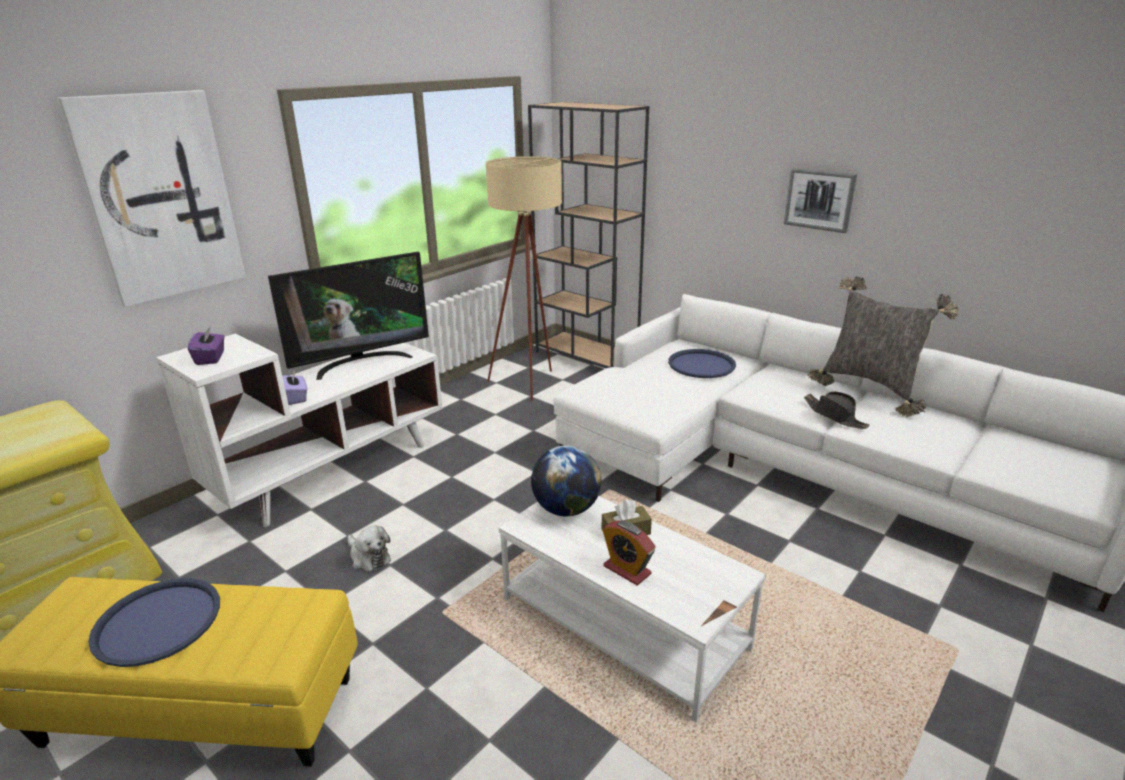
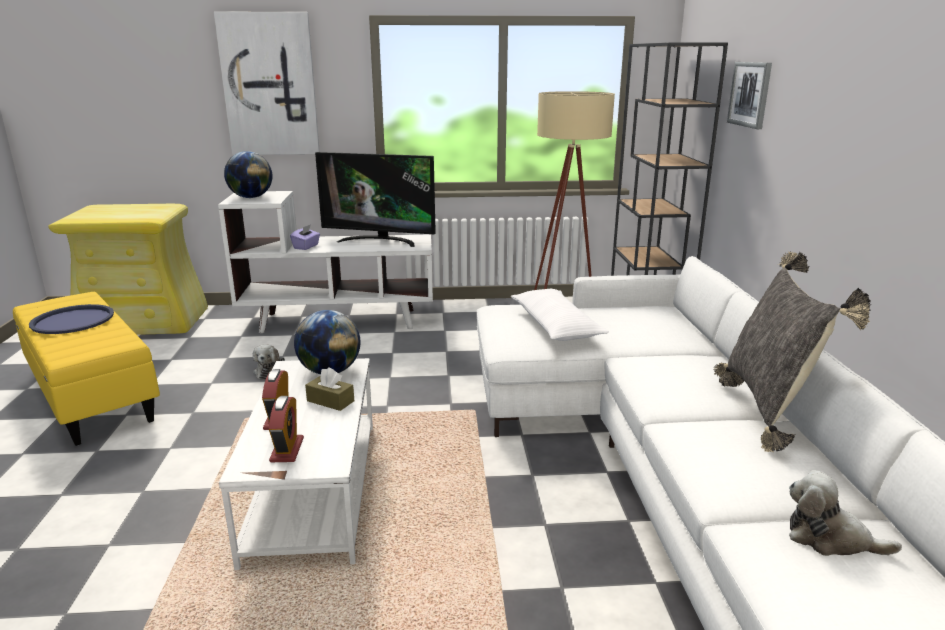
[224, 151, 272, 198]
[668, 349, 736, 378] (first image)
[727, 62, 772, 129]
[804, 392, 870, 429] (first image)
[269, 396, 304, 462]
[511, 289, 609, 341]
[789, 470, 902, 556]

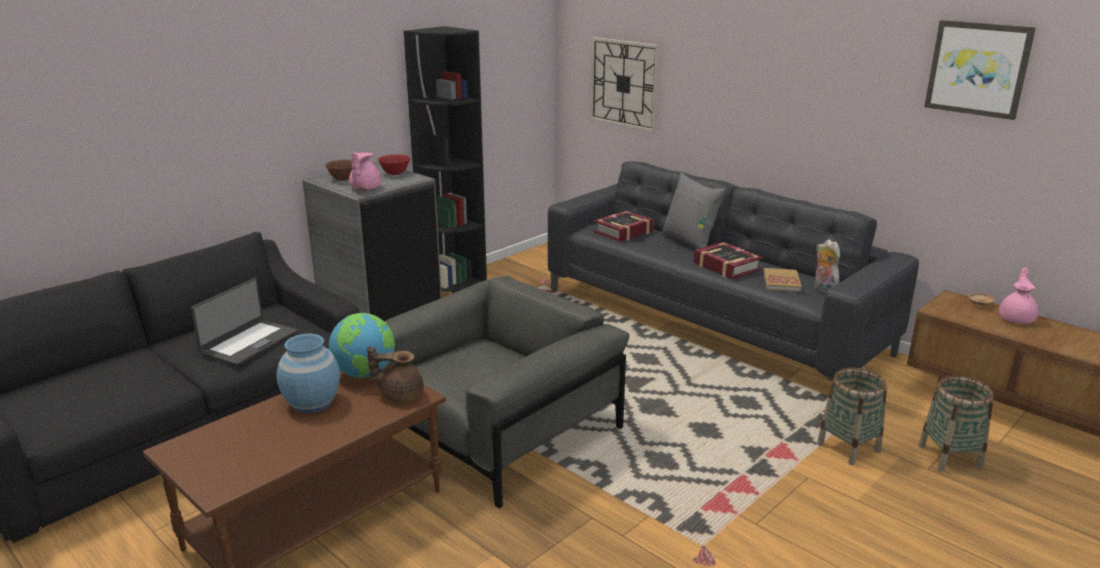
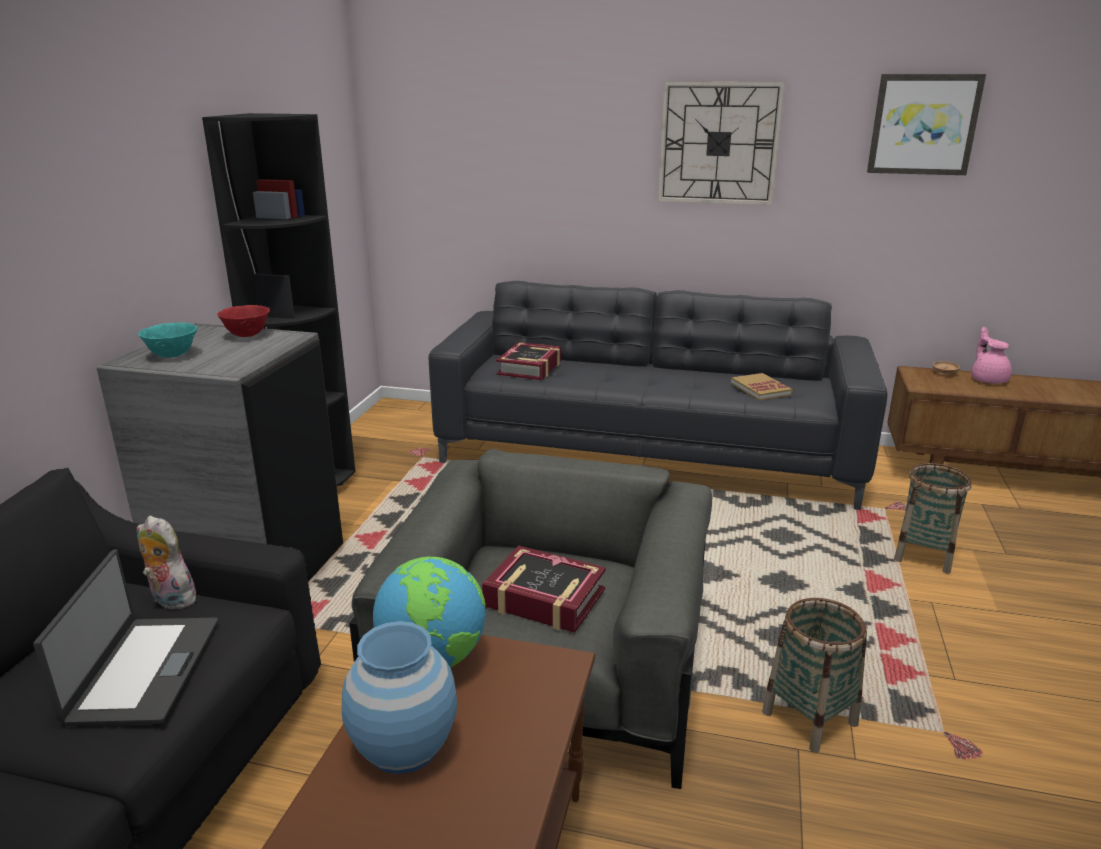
[138, 323, 197, 358]
[349, 152, 381, 190] (first image)
[367, 346, 424, 403] (first image)
[658, 81, 785, 205]
[661, 173, 725, 249] (first image)
[482, 545, 606, 633]
[137, 516, 198, 610]
[762, 598, 867, 753]

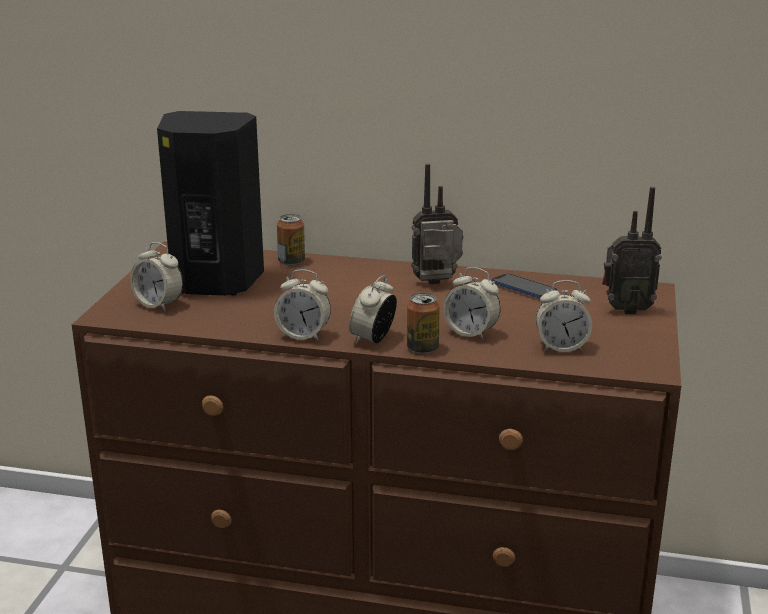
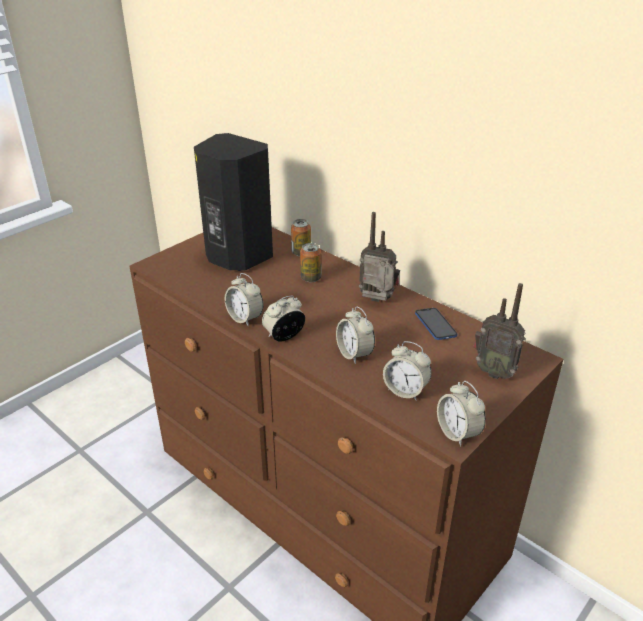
[437, 381, 486, 446]
[300, 243, 321, 282]

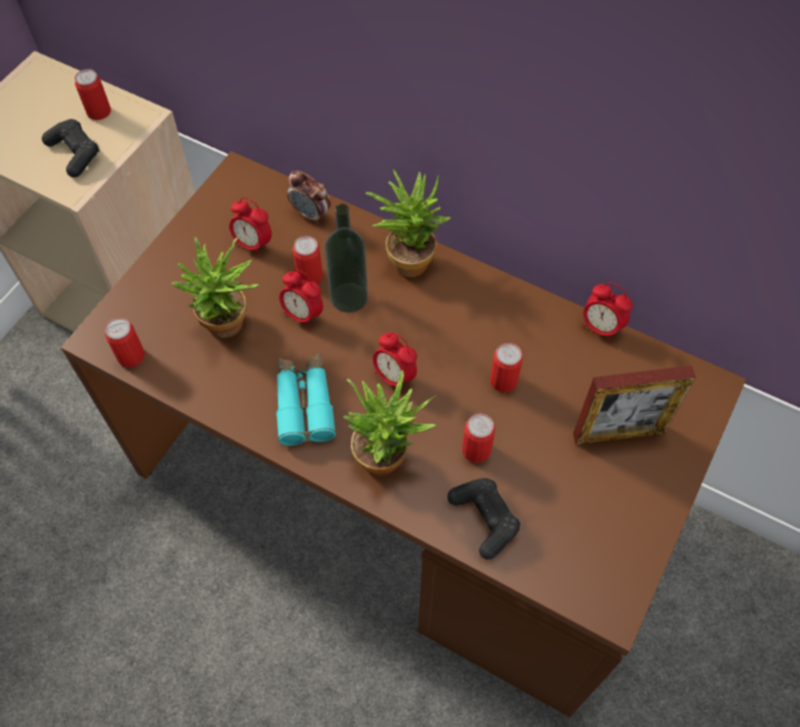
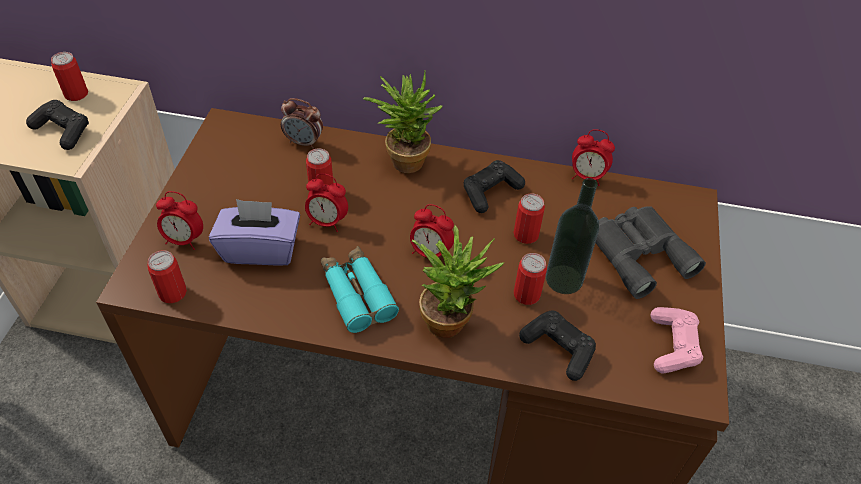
[209, 199, 300, 266]
[156, 191, 203, 250]
[546, 178, 599, 294]
[595, 206, 706, 299]
[463, 160, 525, 213]
[651, 307, 703, 374]

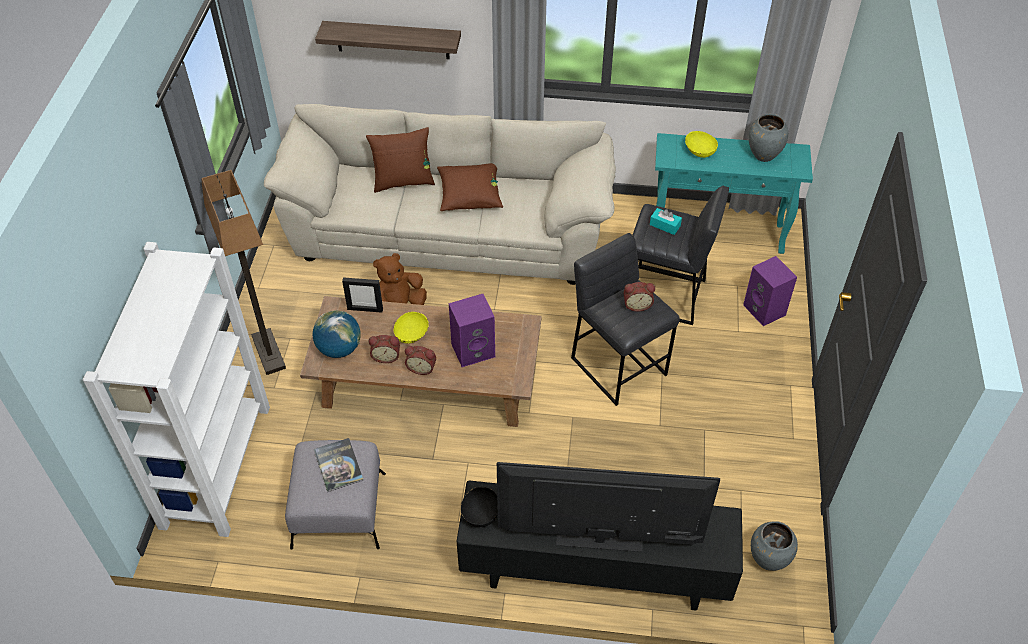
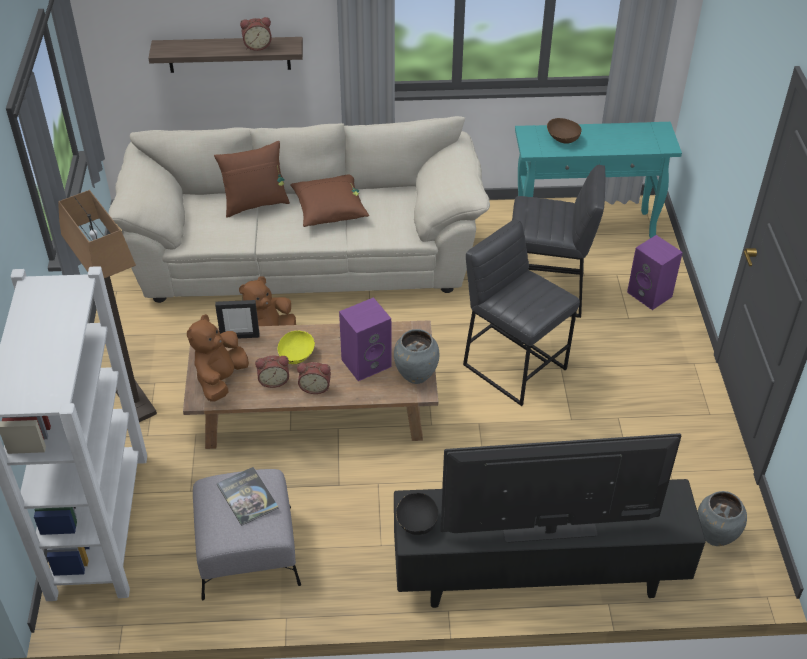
[187, 314, 249, 402]
[240, 17, 272, 51]
[650, 208, 682, 235] (first image)
[547, 118, 582, 144]
[394, 329, 440, 384]

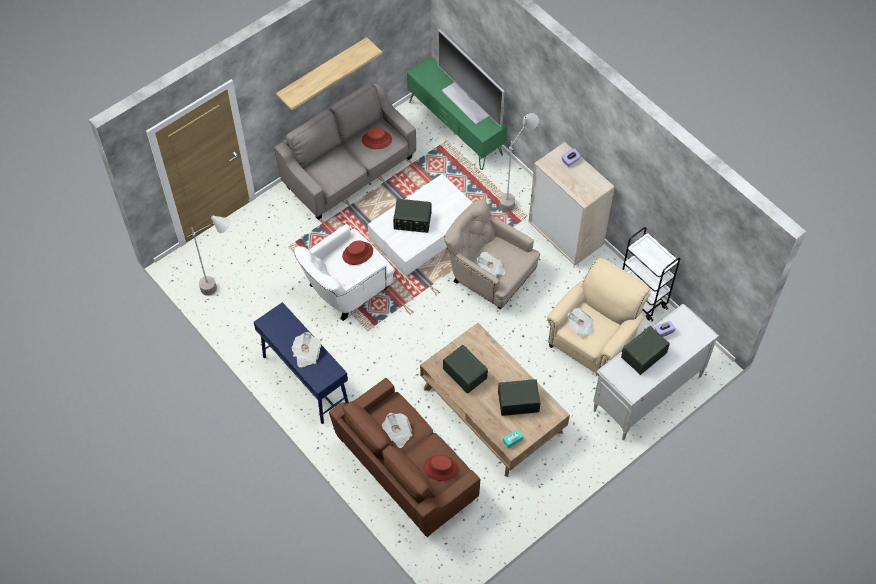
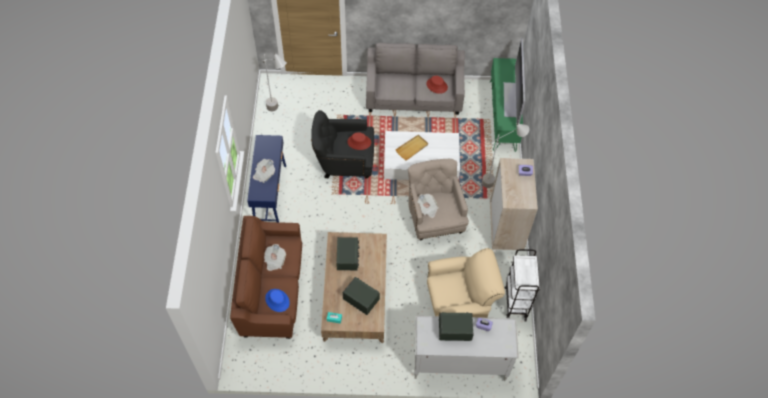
[276, 37, 382, 110] (first image)
[311, 110, 374, 179]
[395, 135, 428, 161]
[265, 289, 290, 312]
[568, 308, 595, 336] (first image)

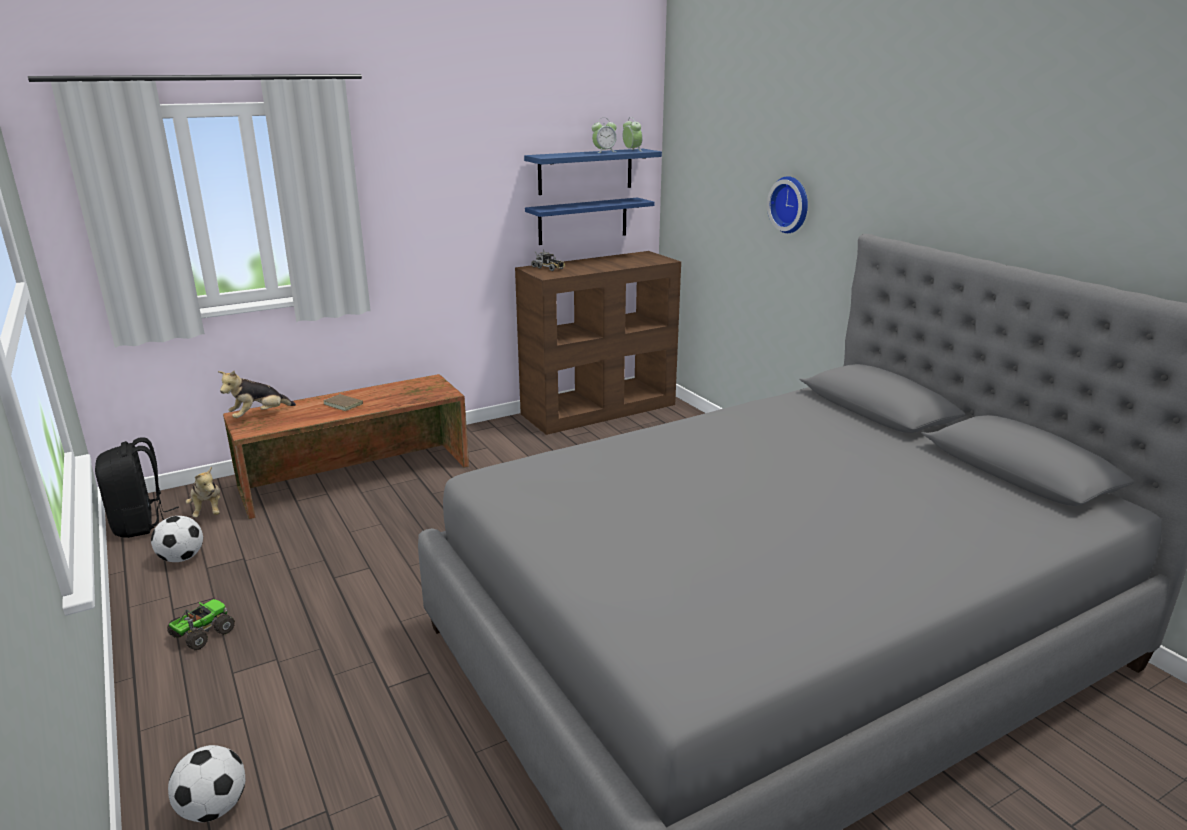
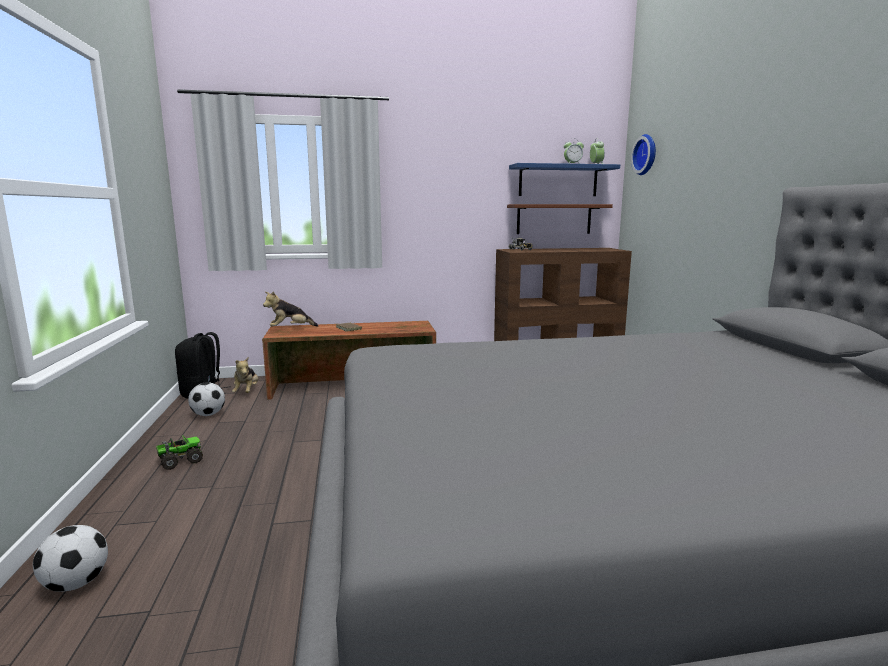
[507, 204, 613, 234]
[631, 134, 656, 175]

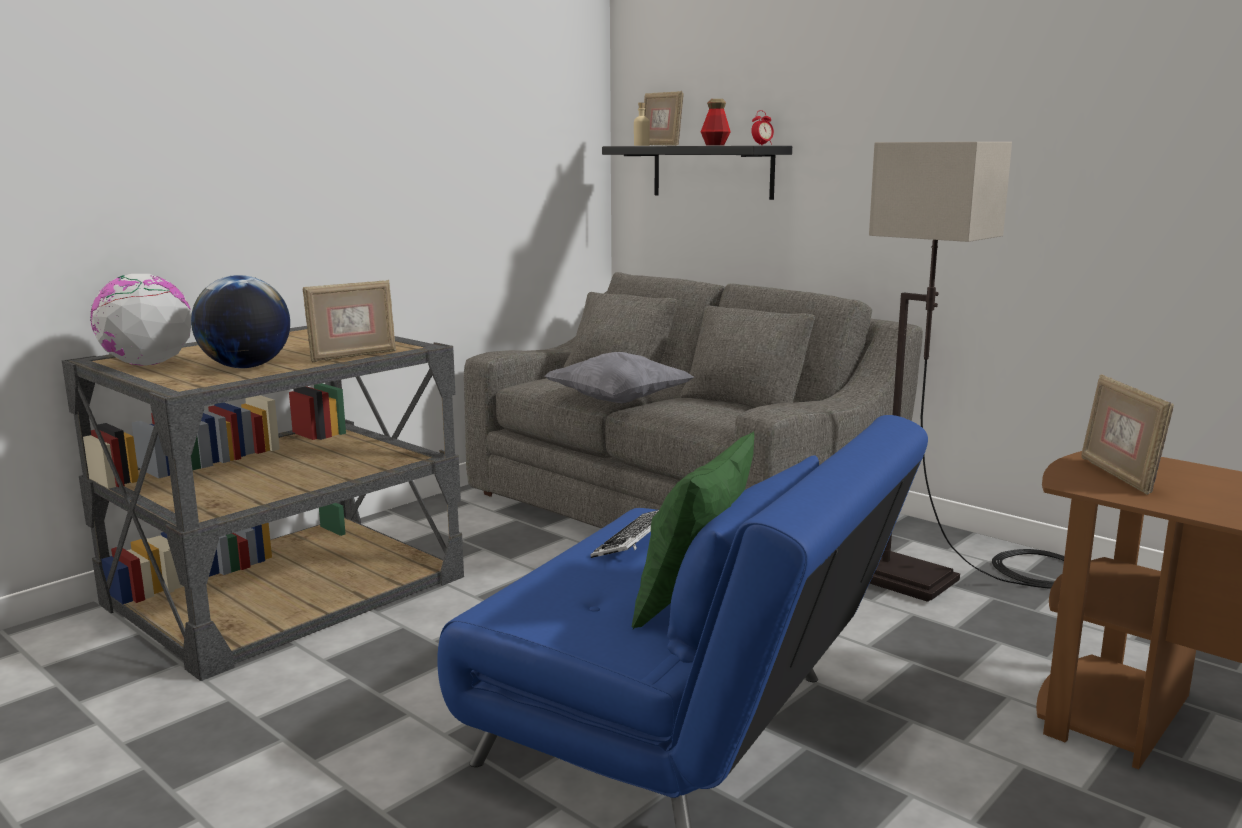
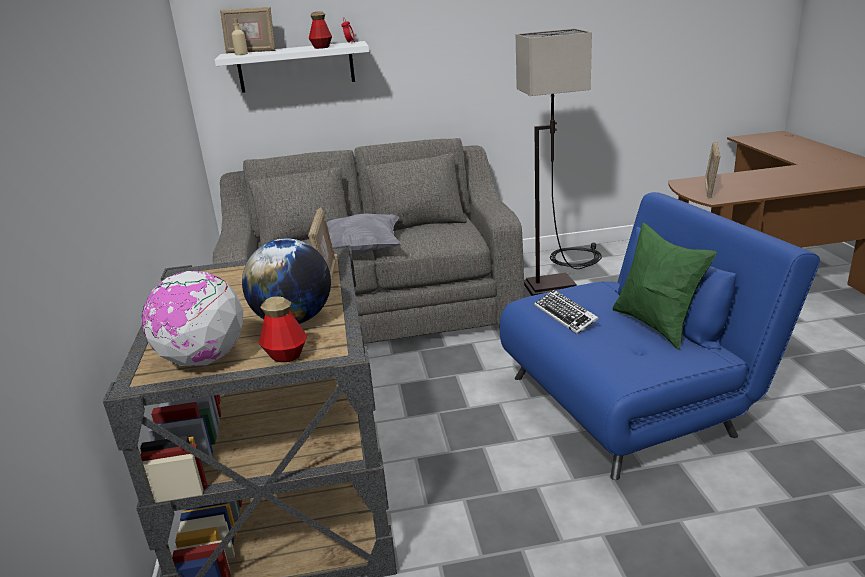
[215, 41, 369, 93]
[705, 141, 720, 199]
[258, 296, 307, 362]

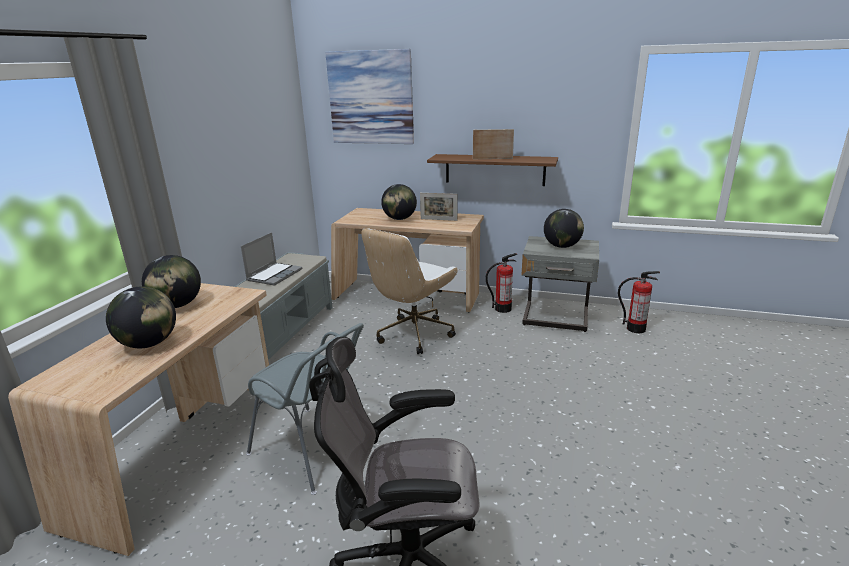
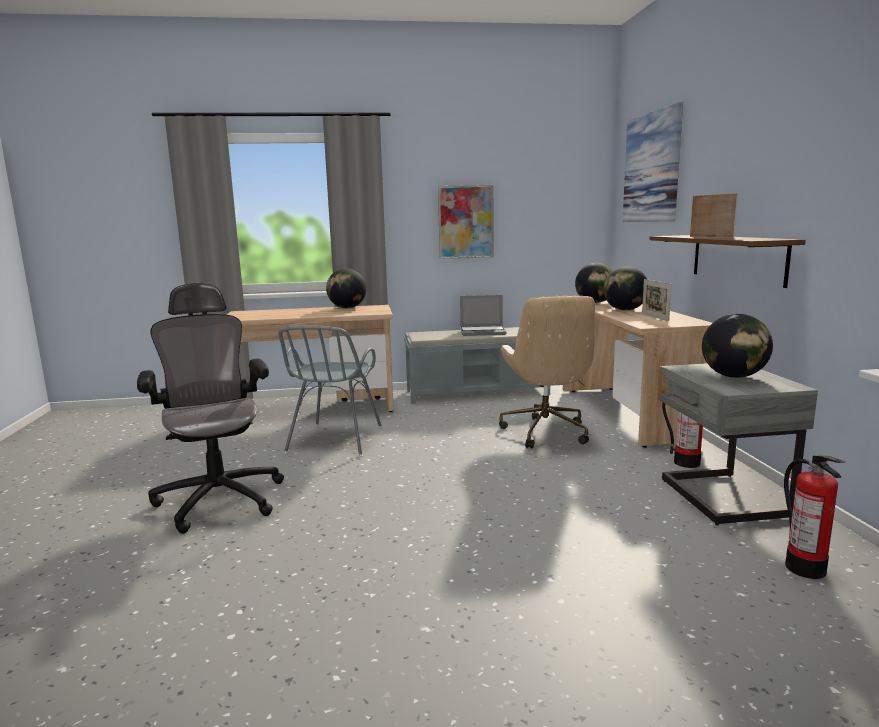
[575, 263, 613, 303]
[499, 296, 595, 448]
[438, 185, 494, 259]

